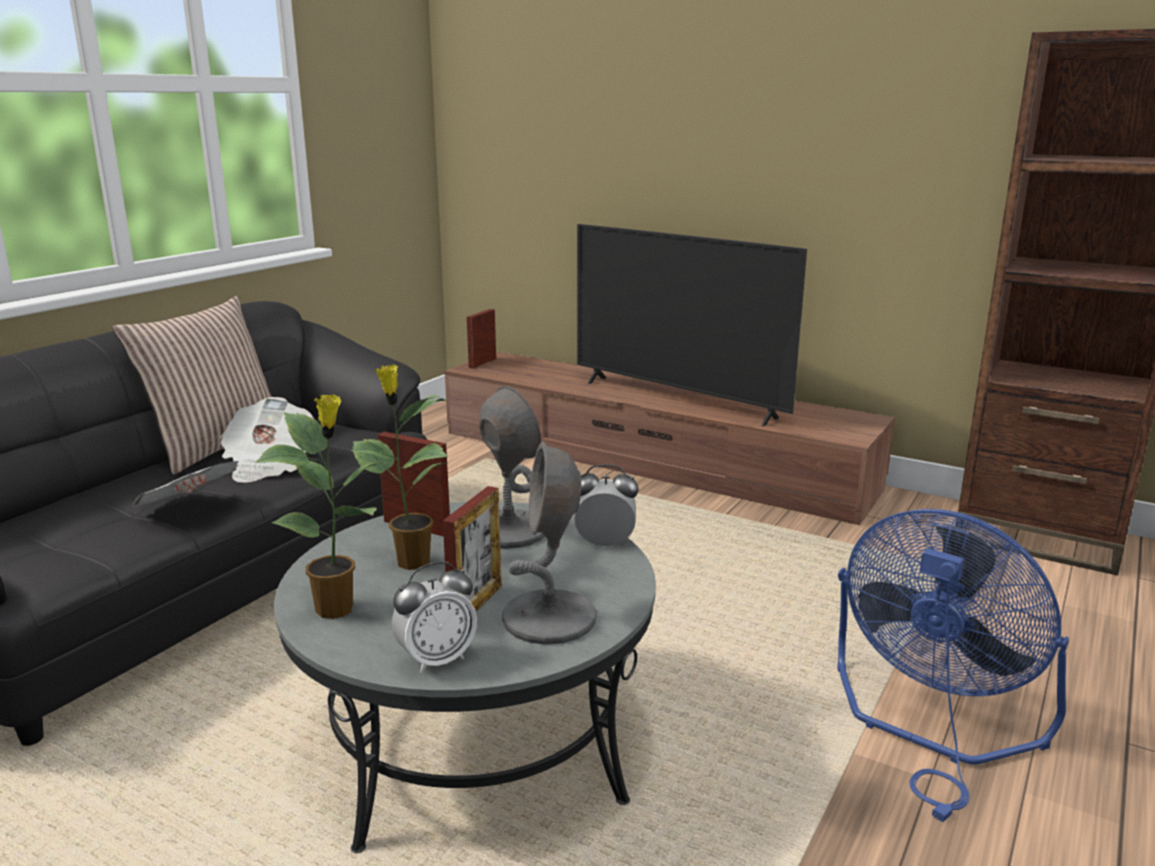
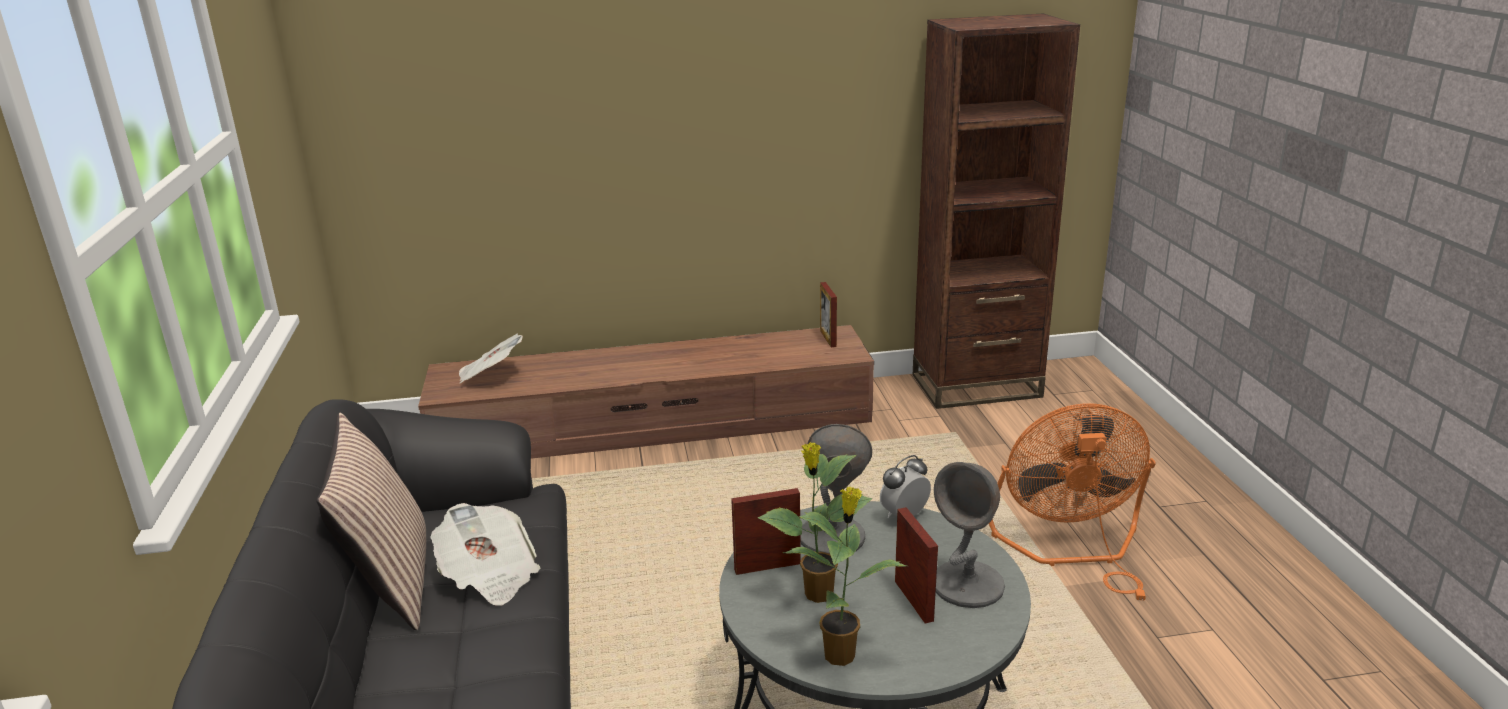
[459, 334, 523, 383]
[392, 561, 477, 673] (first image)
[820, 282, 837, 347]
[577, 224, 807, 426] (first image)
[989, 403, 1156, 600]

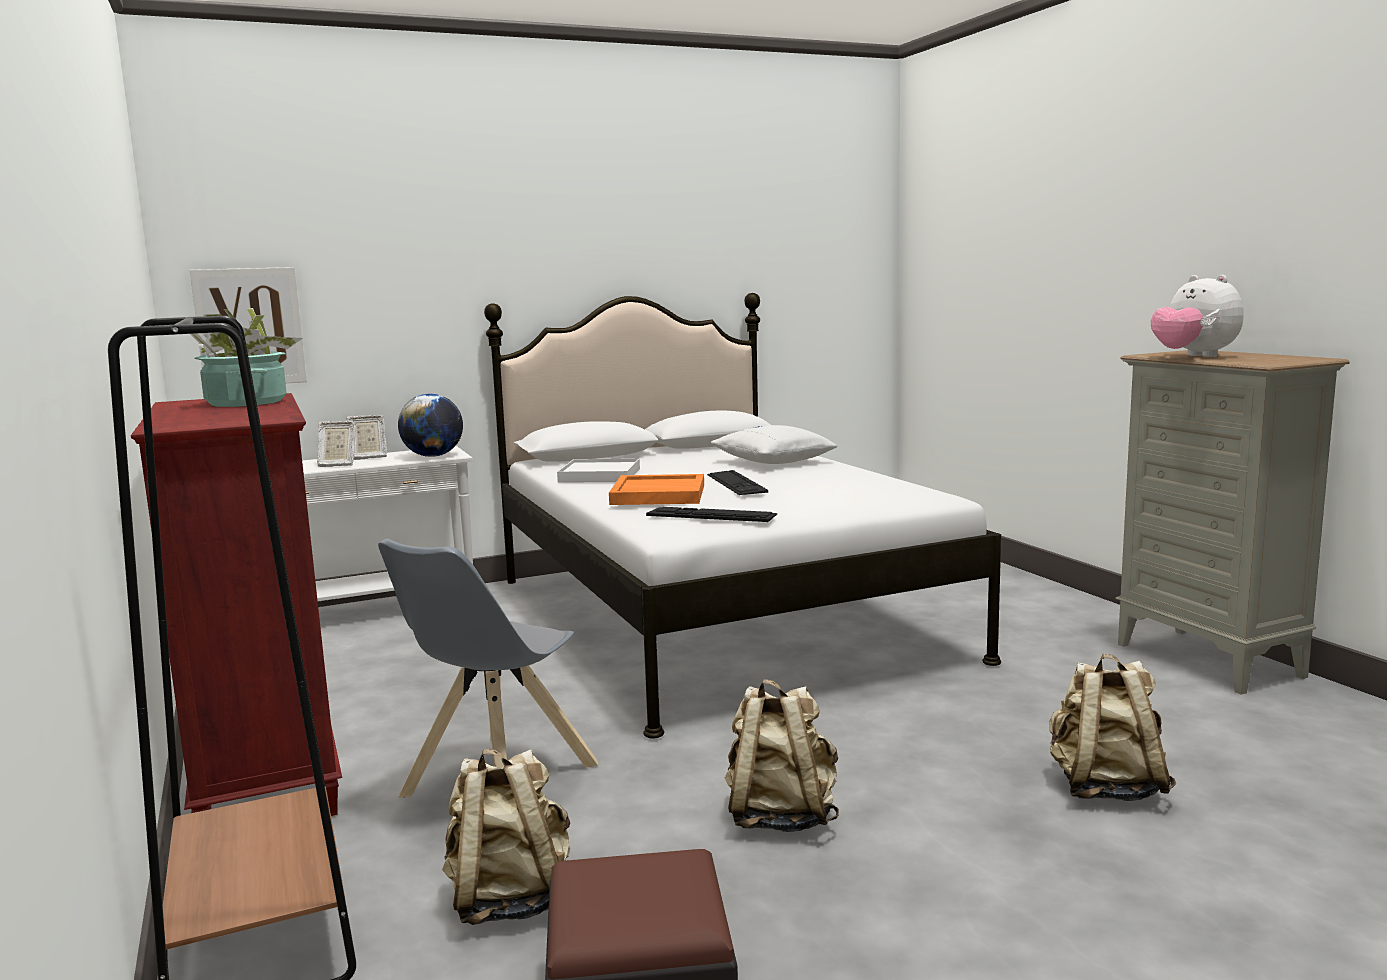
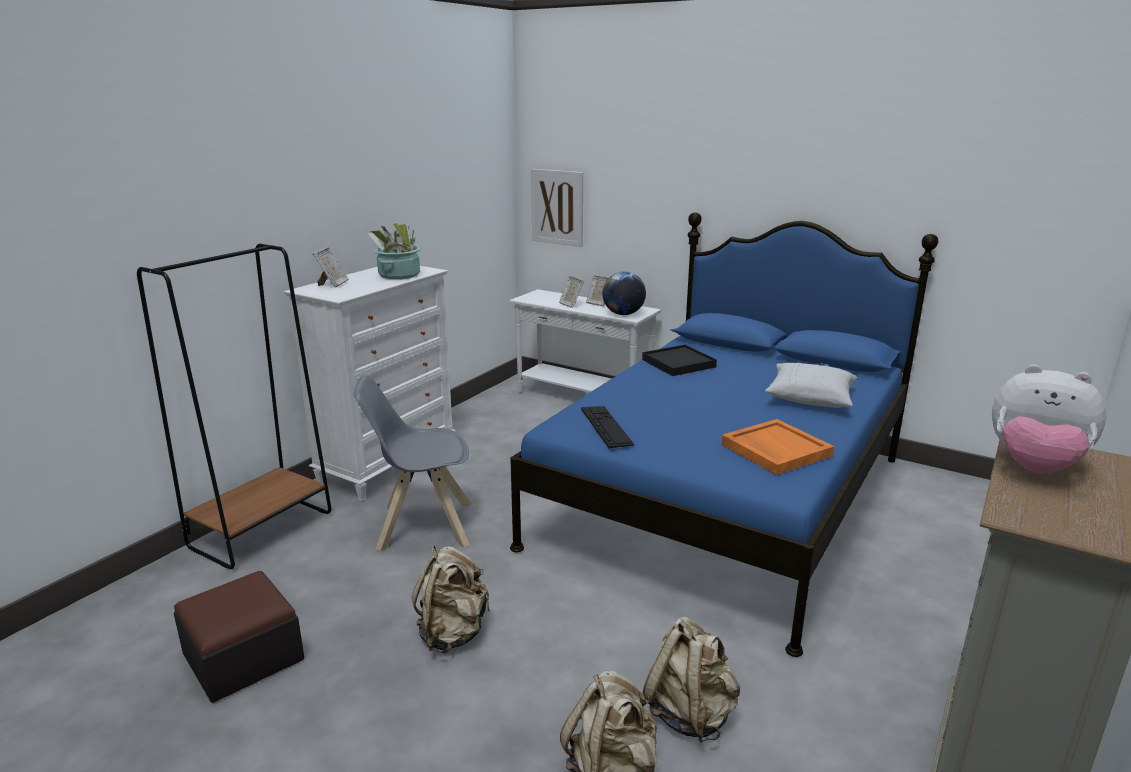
[284, 266, 456, 501]
[643, 617, 740, 743]
[510, 212, 938, 657]
[642, 345, 717, 376]
[722, 419, 834, 475]
[707, 470, 768, 495] (first image)
[992, 364, 1106, 474]
[313, 247, 349, 288]

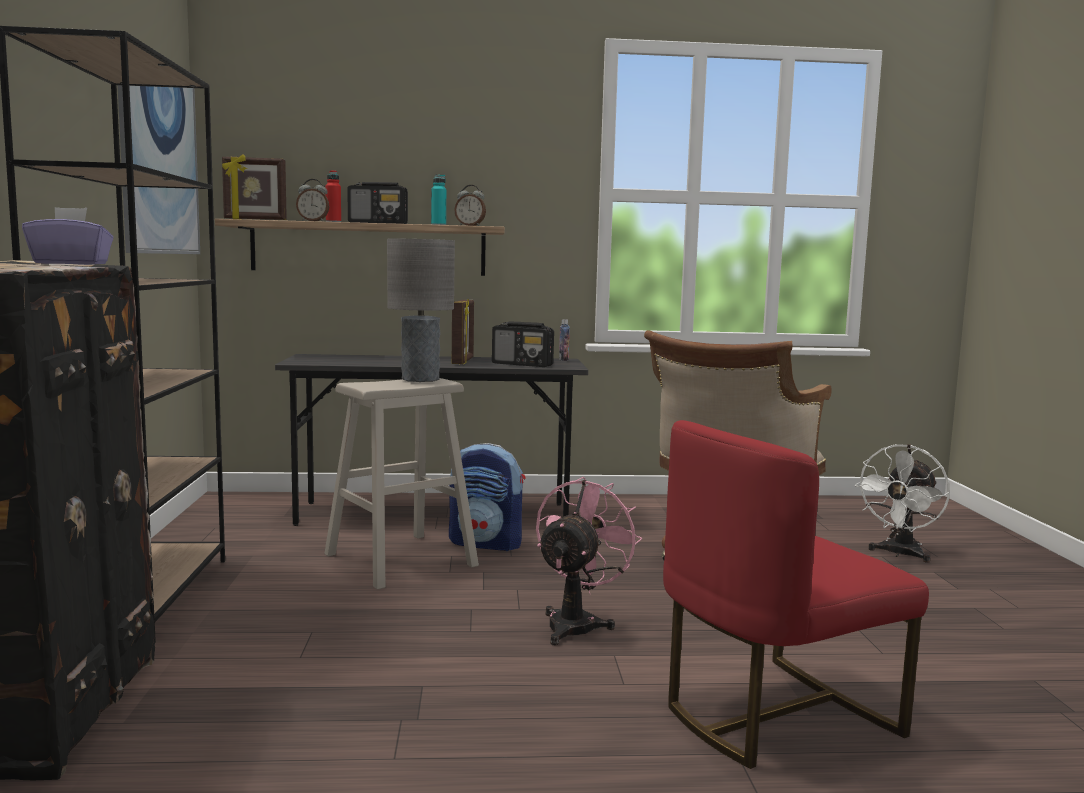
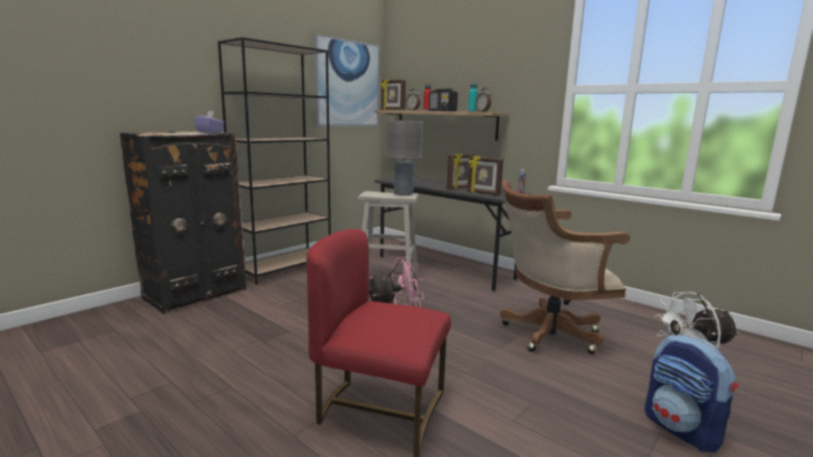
[644, 335, 738, 453]
[467, 156, 503, 195]

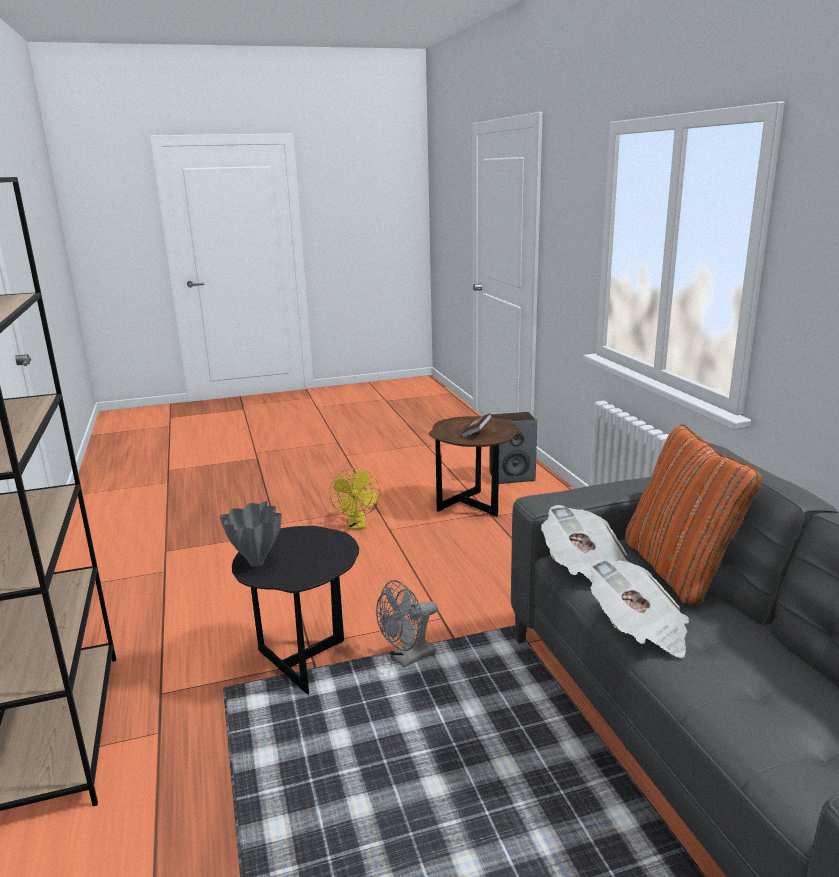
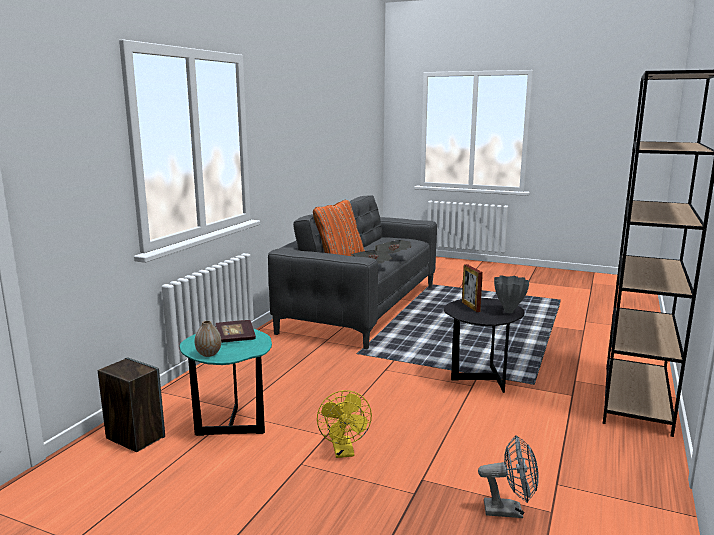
[317, 390, 372, 458]
[478, 435, 539, 518]
[180, 329, 272, 436]
[195, 320, 221, 357]
[462, 264, 483, 312]

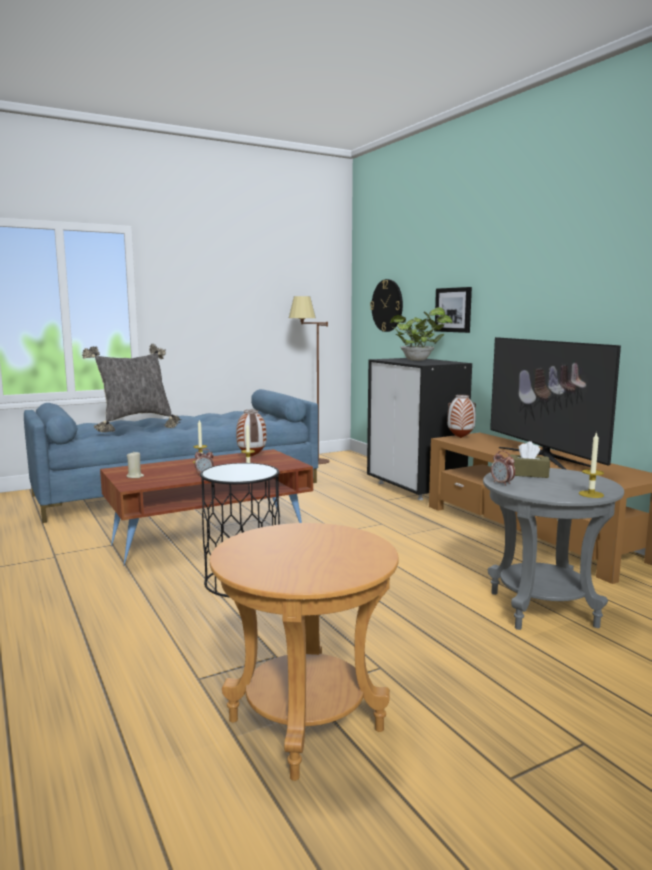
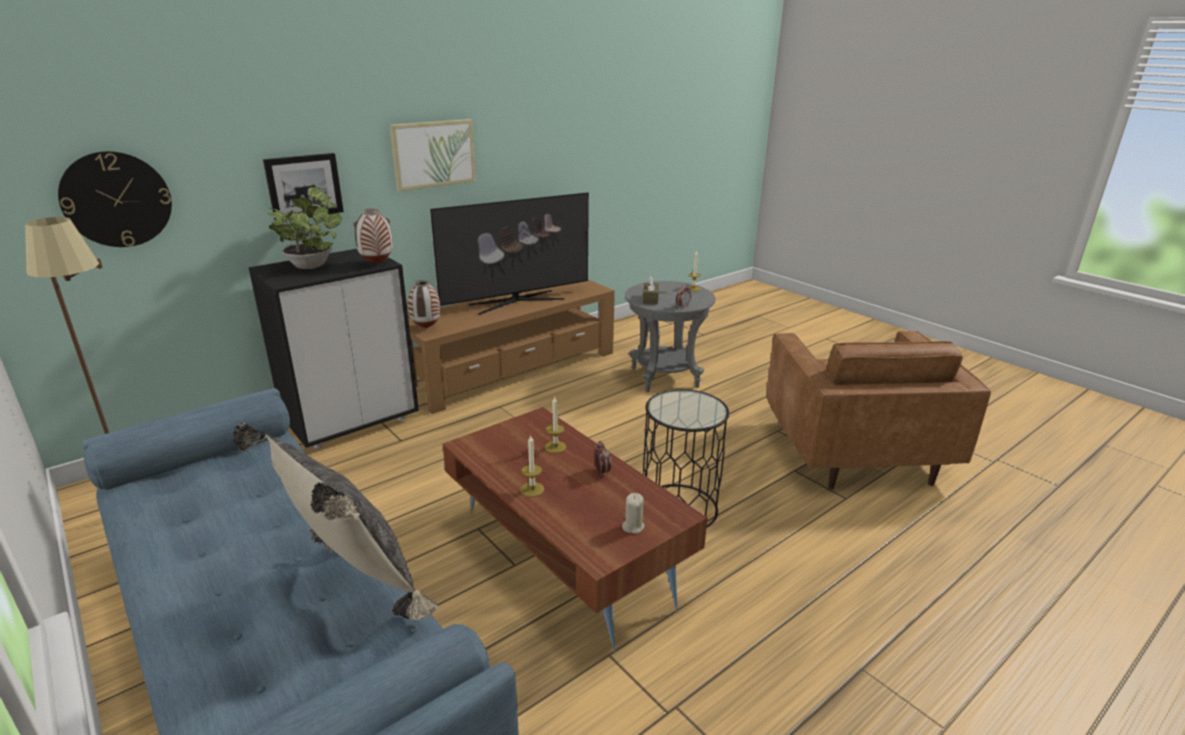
[766, 331, 991, 489]
[353, 209, 393, 264]
[390, 119, 476, 191]

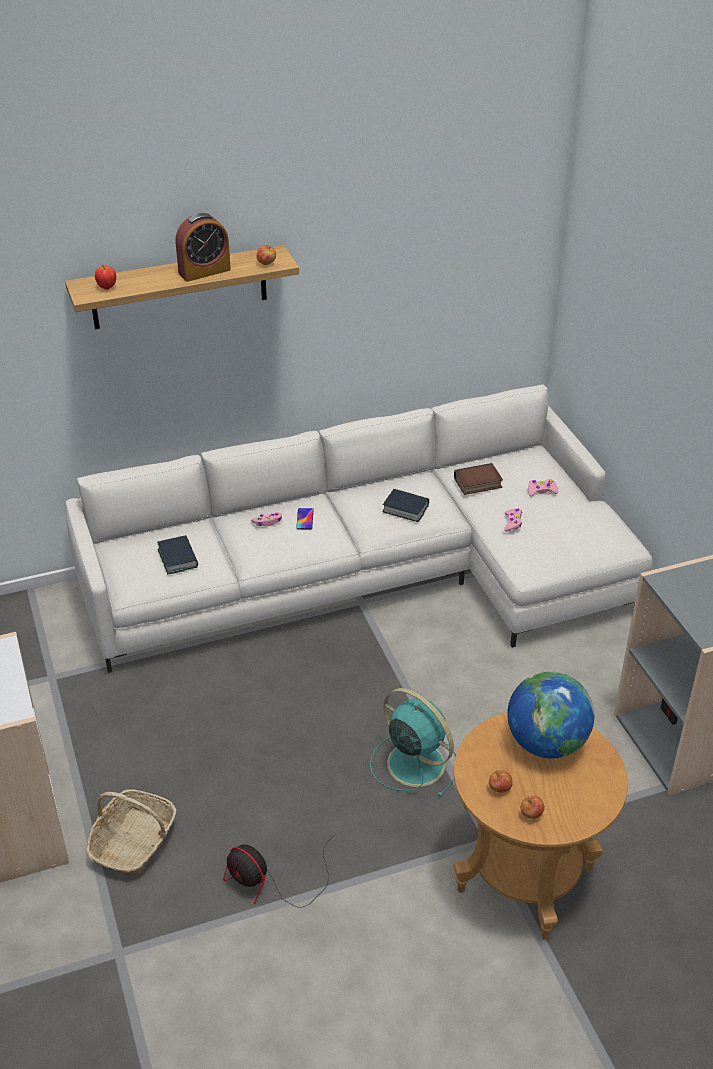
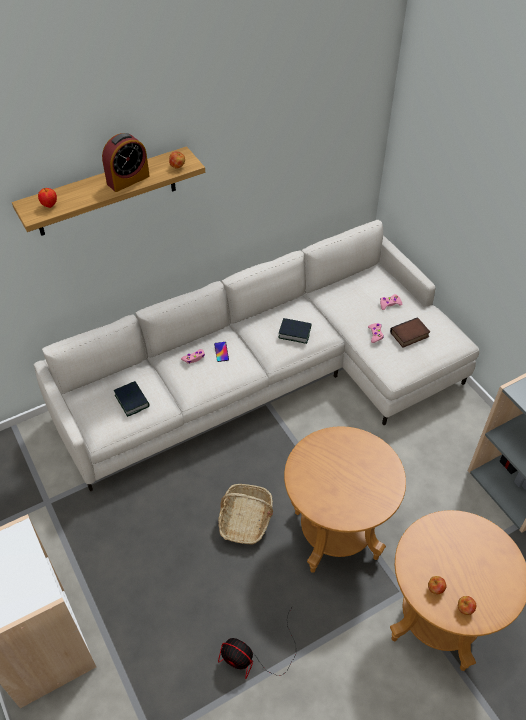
[218, 484, 273, 545]
[284, 426, 406, 573]
[390, 317, 430, 348]
[507, 671, 594, 759] (first image)

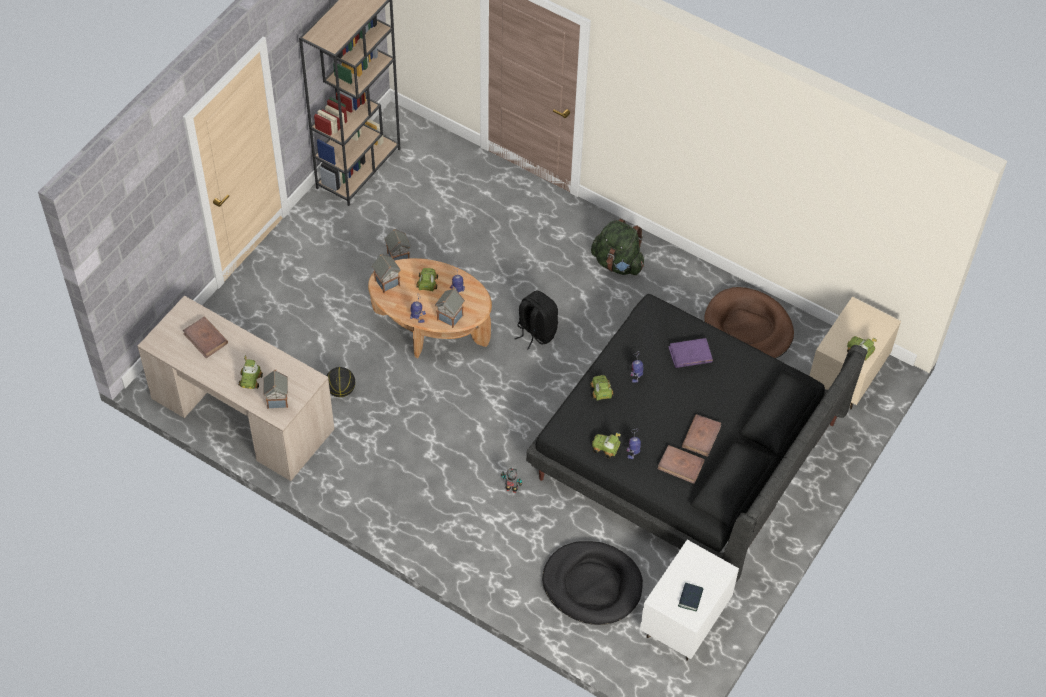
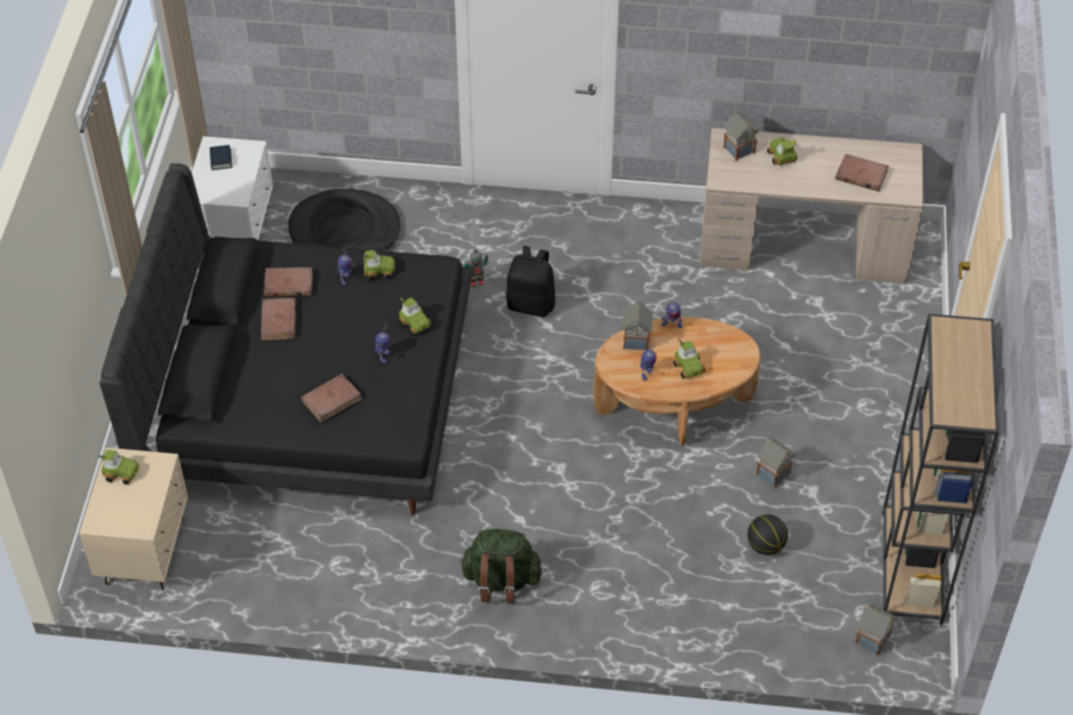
[747, 514, 788, 555]
[855, 605, 897, 655]
[506, 246, 555, 317]
[301, 374, 363, 422]
[704, 287, 794, 358] (first image)

